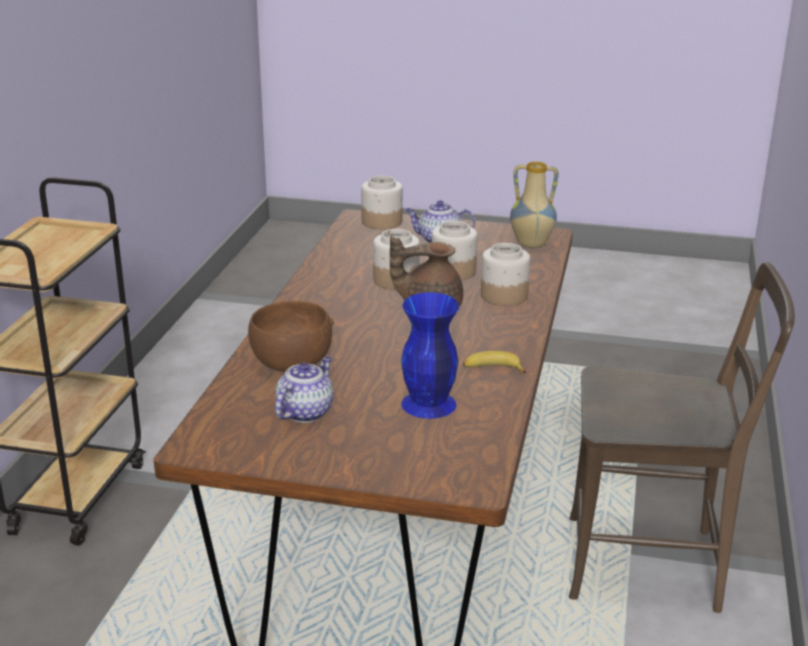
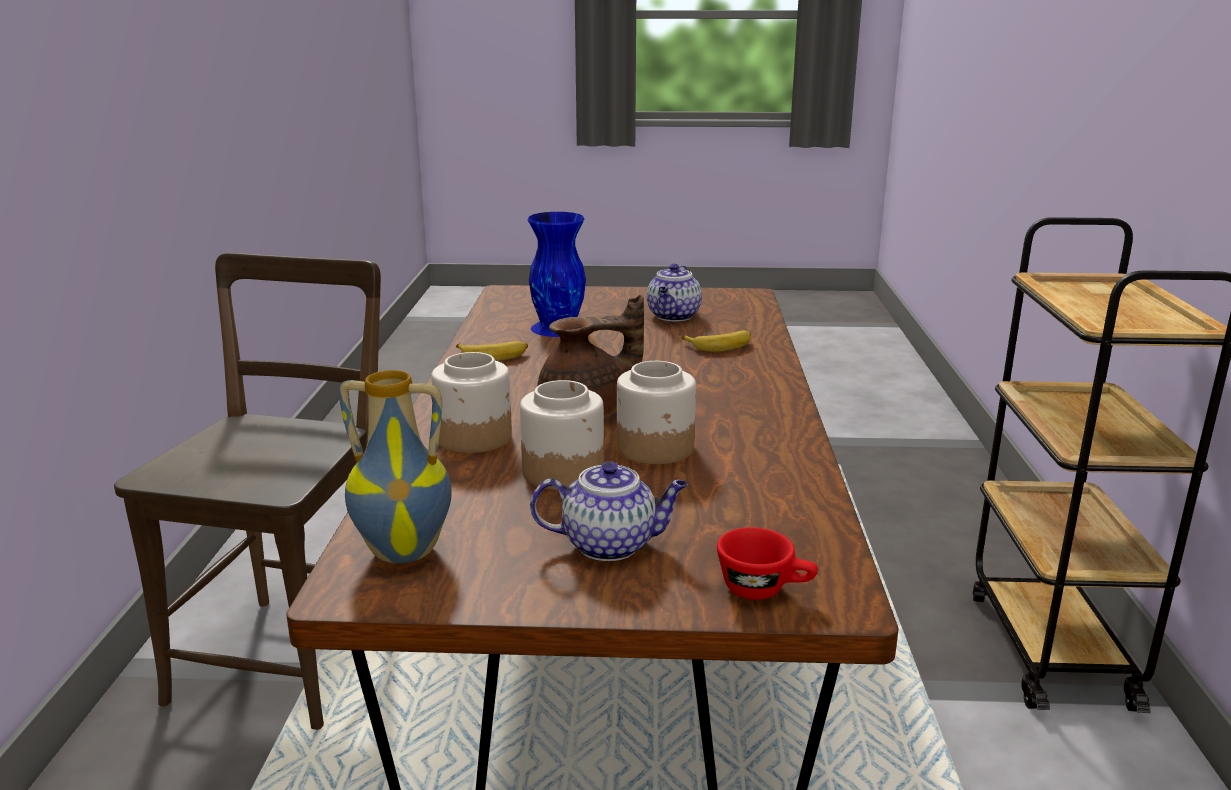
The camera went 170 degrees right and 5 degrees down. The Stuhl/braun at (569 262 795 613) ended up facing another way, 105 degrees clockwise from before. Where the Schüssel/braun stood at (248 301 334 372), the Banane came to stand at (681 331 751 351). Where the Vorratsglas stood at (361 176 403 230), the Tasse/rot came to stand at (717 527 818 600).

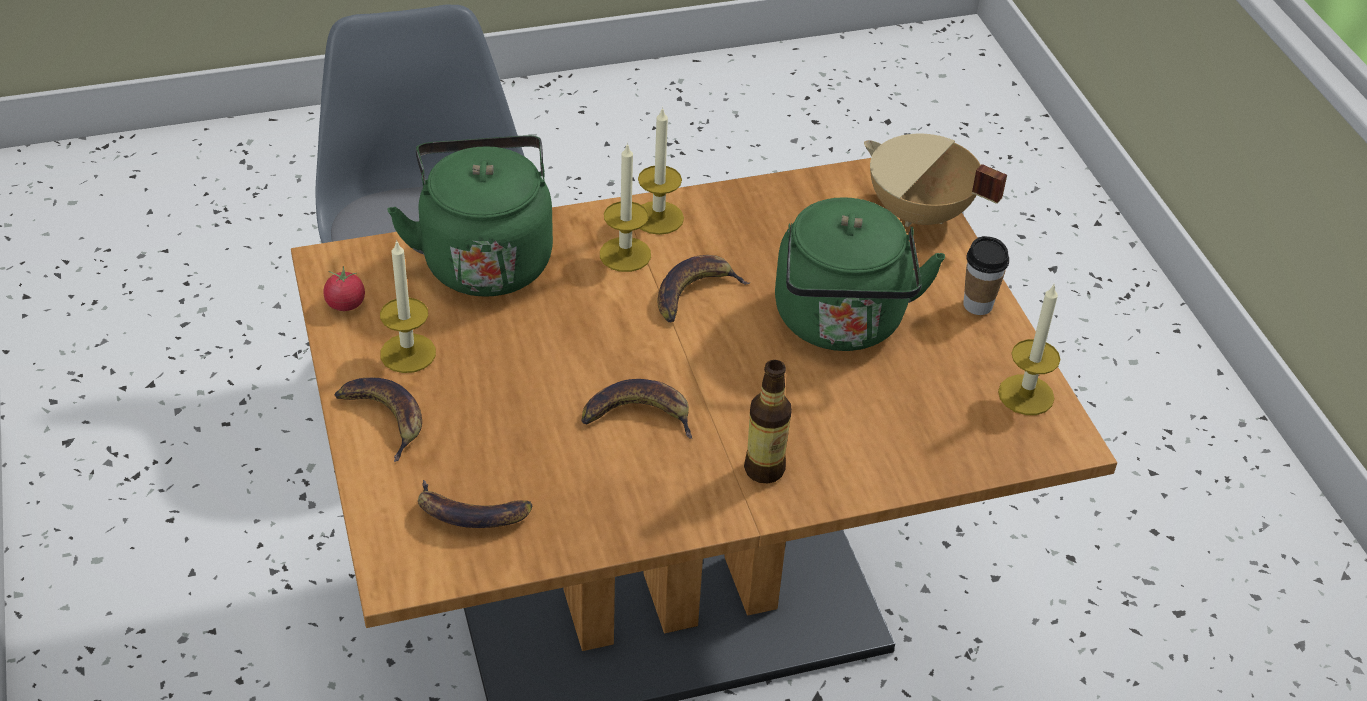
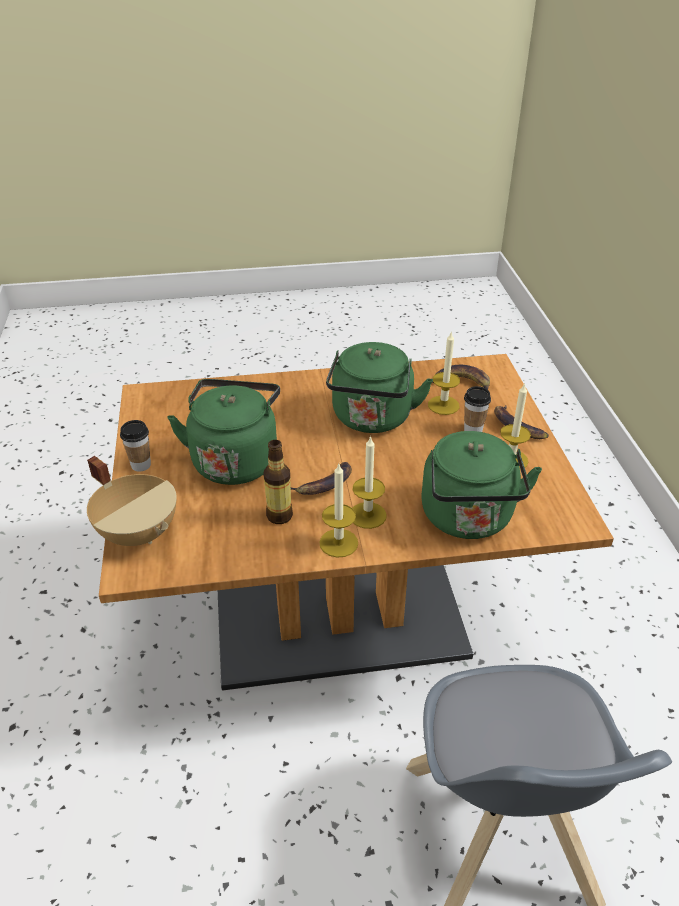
The camera went 170 degrees left and 5 degrees down. The Flasche ended up elsewhere, having gone from (744 360 792 483) to (263 440 293 524). Where the Banane stood at (581 379 692 439), the Wasserkessel/grün came to stand at (326 342 433 433). The Kerze ended up elsewhere, having gone from (998 285 1061 415) to (428 331 460 415). The second view gained the Tasse at (464 386 491 432). The second view lost the Tomate at (323 266 365 311).

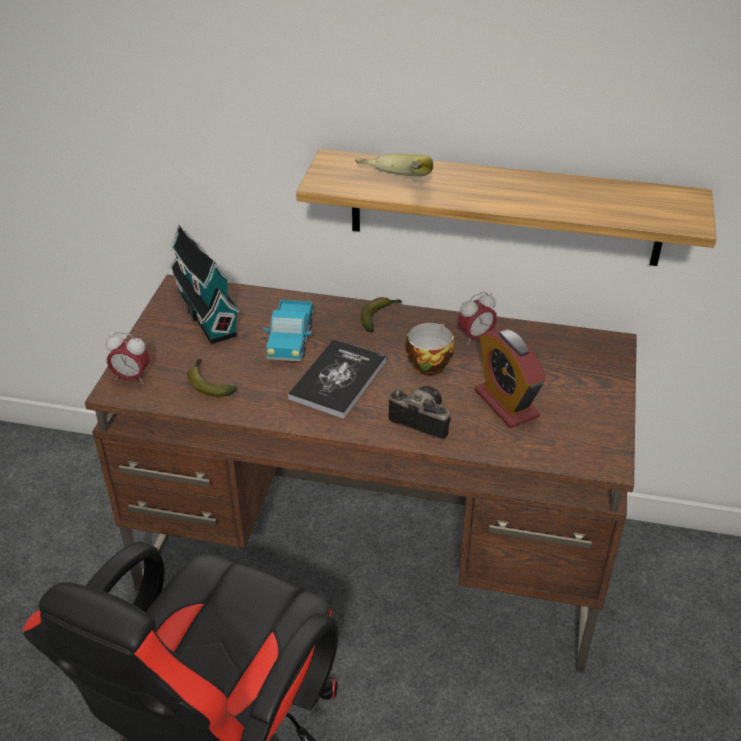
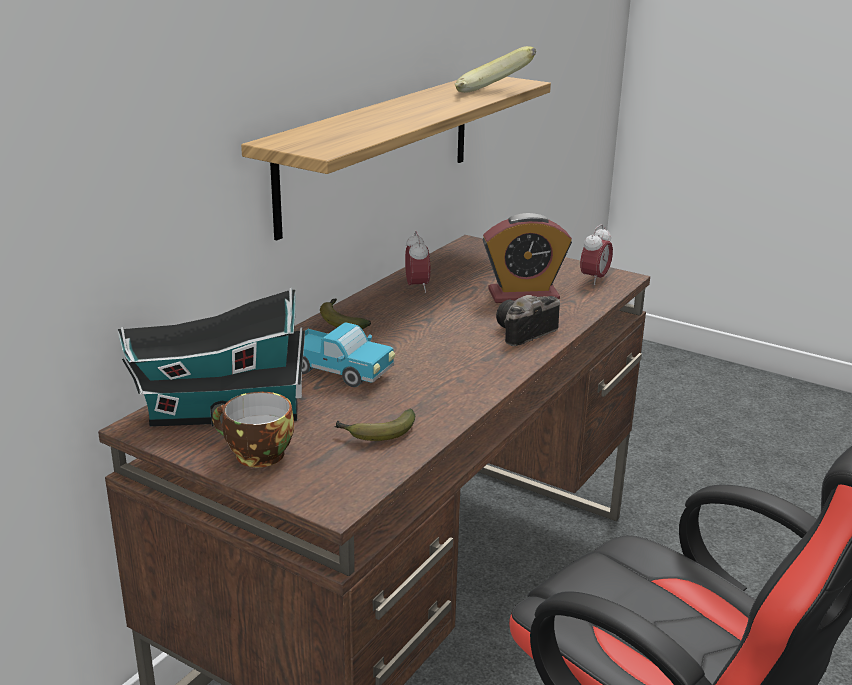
The camera went 70 degrees left and 15 degrees down. The Tasse ended up elsewhere, having gone from (405 321 454 375) to (212 392 294 467). The Banane ended up elsewhere, having gone from (355 154 433 176) to (455 46 536 93). The Wecker ended up elsewhere, having gone from (106 332 150 384) to (580 224 613 285). The second view lost the Buch at (288 339 387 419).

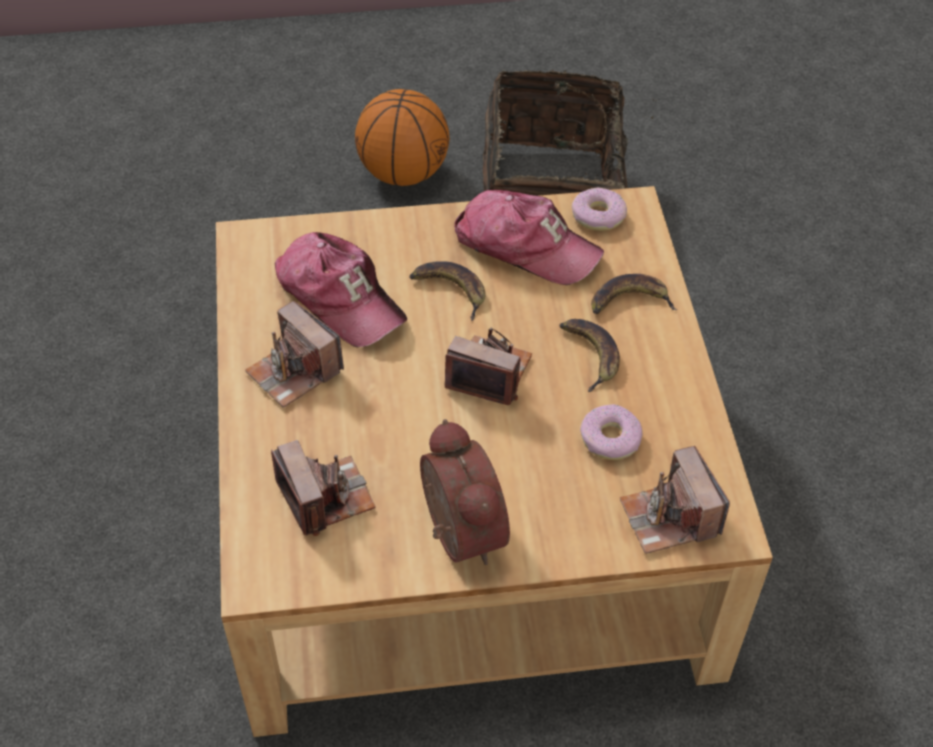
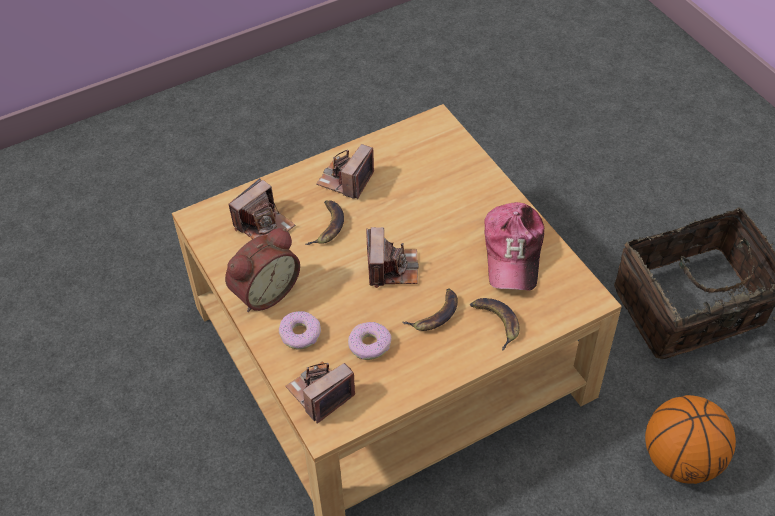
The camera went 70 degrees right and 0 degrees up. The Donut ended up elsewhere, having gone from (572 188 627 231) to (279 311 321 349). The Banane ended up elsewhere, having gone from (409 261 486 321) to (306 200 344 245). The Basketball ended up elsewhere, having gone from (355 89 450 186) to (645 395 736 484). The second view lost the Kappe at (275 232 407 347).

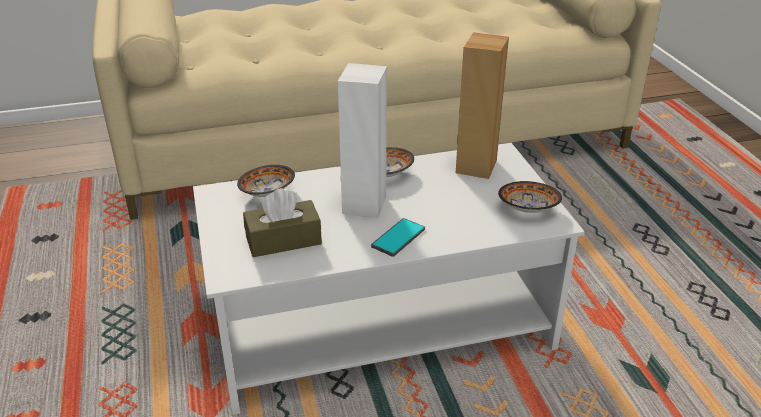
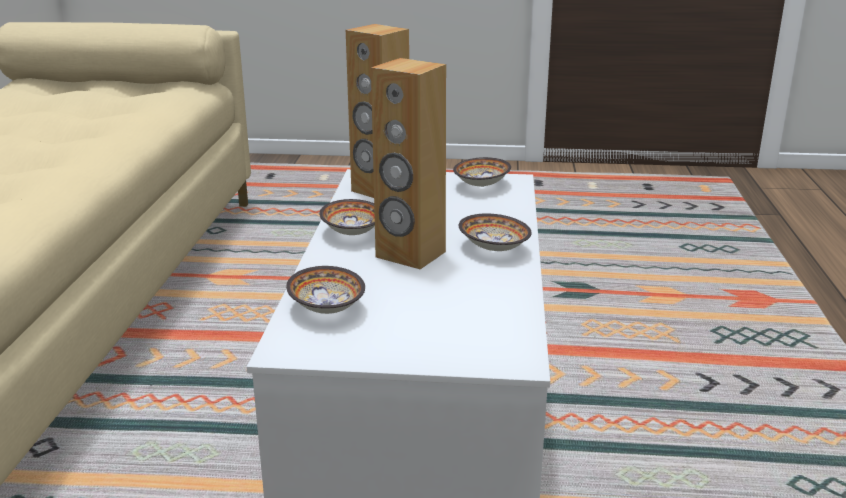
The camera went 70 degrees left and 10 degrees down. What was the Lautsprecher/weiß at (338 63 387 218) turned into the Lautsprecher/braun at (371 58 446 269). Where the Handy stood at (371 218 425 257), the Schüssel came to stand at (459 213 532 251). The second view lost the Taschentuchbox/braun at (243 188 322 257).

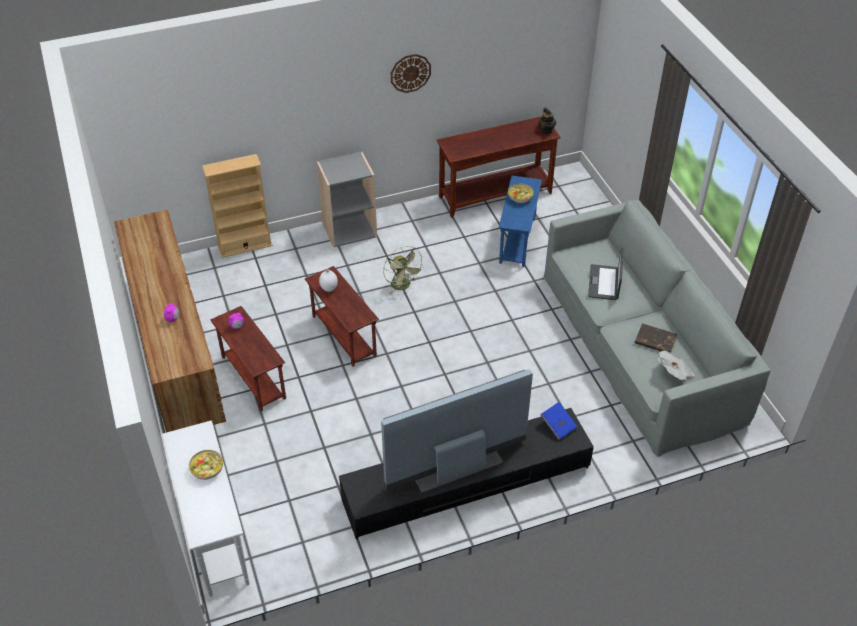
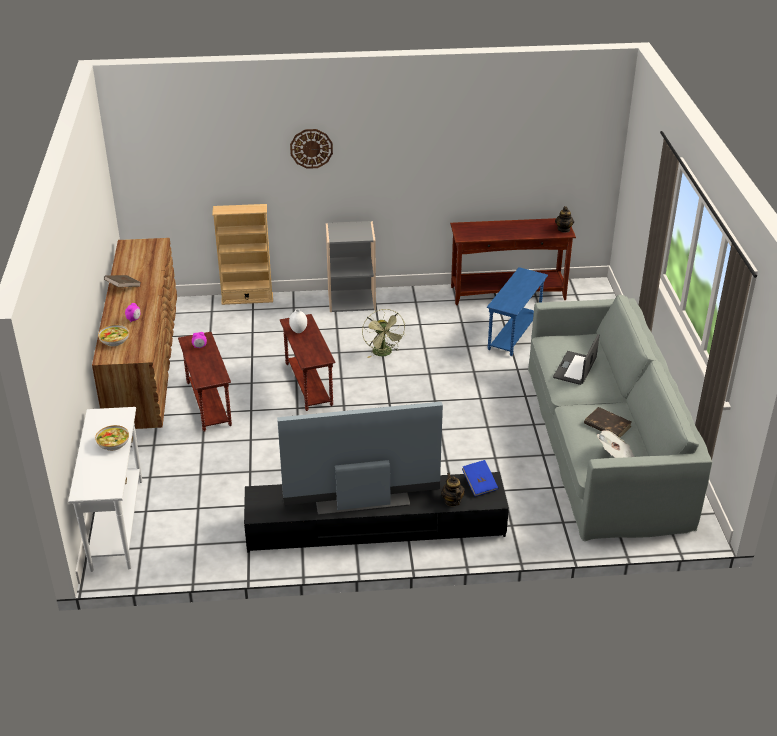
The camera went 15 degrees right and 10 degrees down. The Schüssel ended up elsewhere, having gone from (508 184 534 203) to (98 325 129 347). The second view gained the Buch/braun at (104 275 141 287). The Wanduhr ended up elsewhere, having gone from (391 54 431 93) to (290 129 333 169). The second view gained the Teekanne at (441 473 465 507).

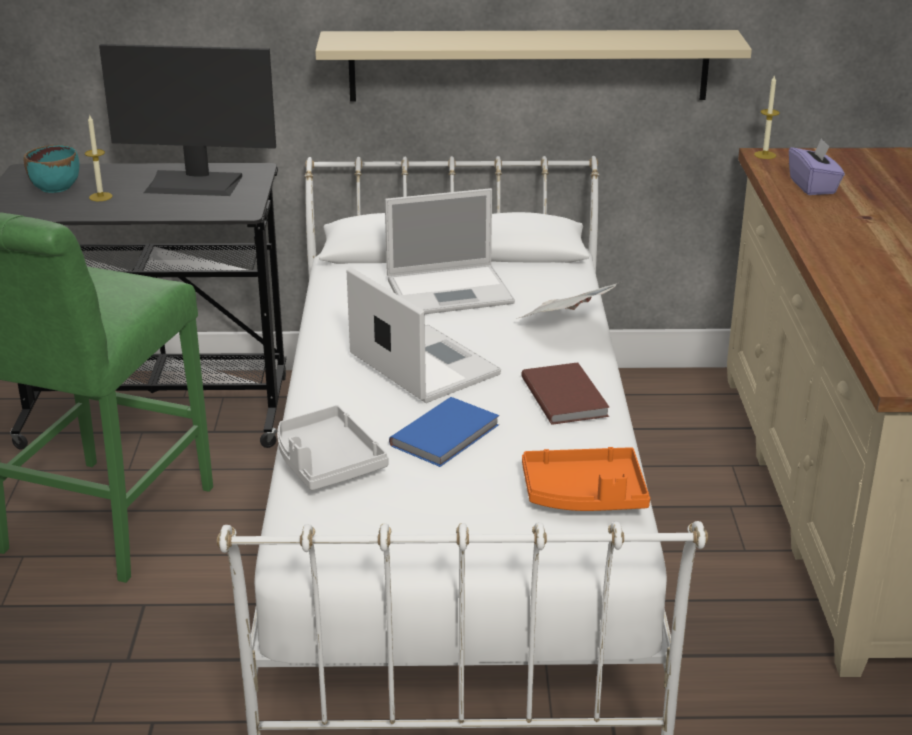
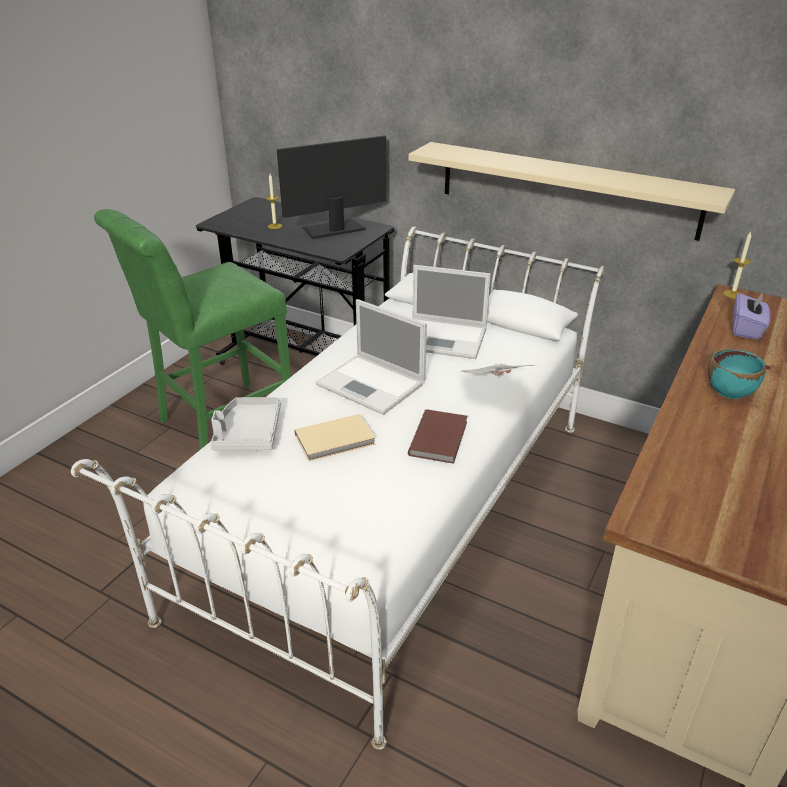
The camera went 30 degrees right and 5 degrees up. The Monitor at (99 44 276 196) ended up facing another way, 120 degrees clockwise from before. What was the Buch/blau at (389 397 499 467) turned into the Buch/beige at (295 414 375 461). The Laptop at (347 267 501 403) ended up facing another way, 135 degrees clockwise from before. The Schüssel/türkis ended up elsewhere, having gone from (23 145 80 193) to (708 348 766 399). The second view lost the Tablett/orange at (522 447 650 511).

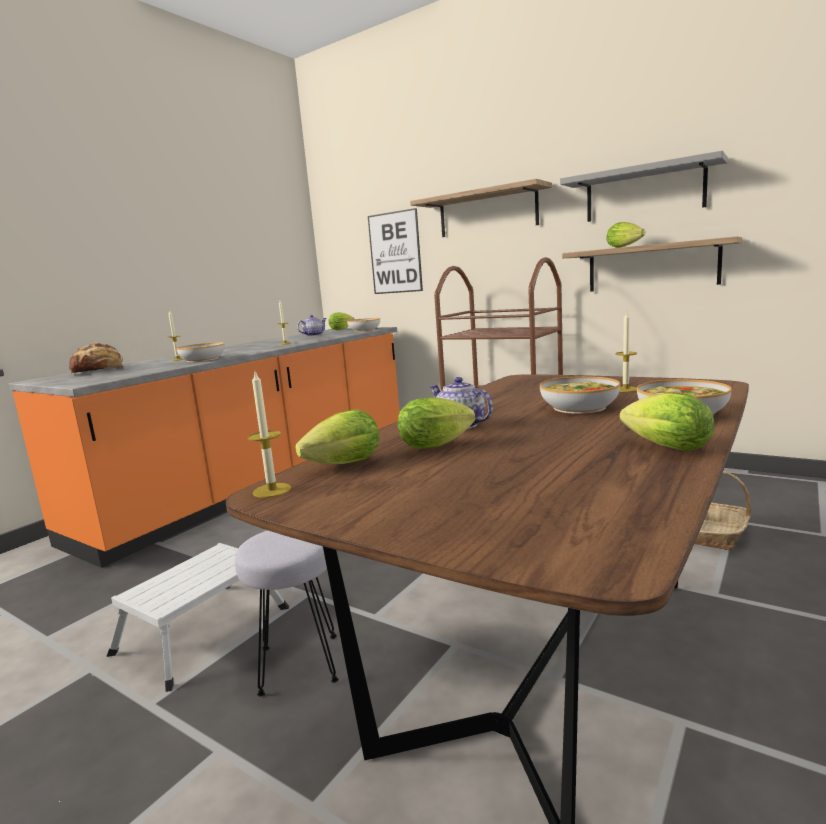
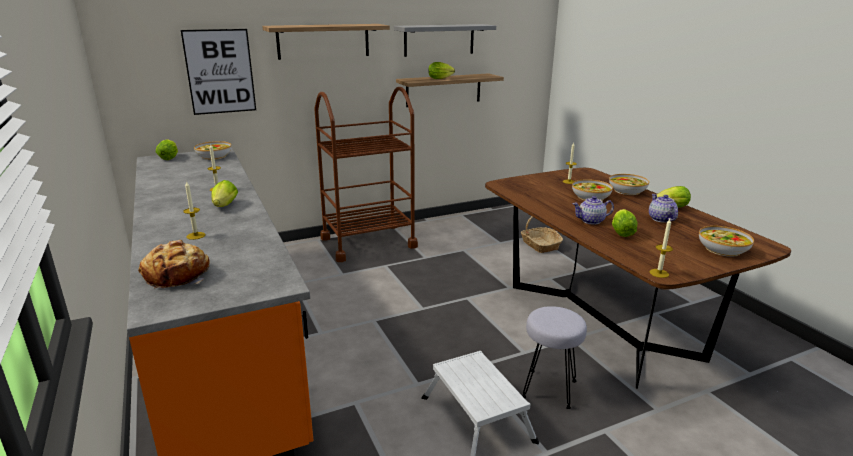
The camera went 60 degrees left and 10 degrees up. The Salatkopf ended up elsewhere, having gone from (295 409 380 464) to (211 180 238 207). The Teekanne ended up elsewhere, having gone from (297 315 327 336) to (649 194 678 223). The Schüssel ended up elsewhere, having gone from (176 342 225 362) to (699 226 754 257).

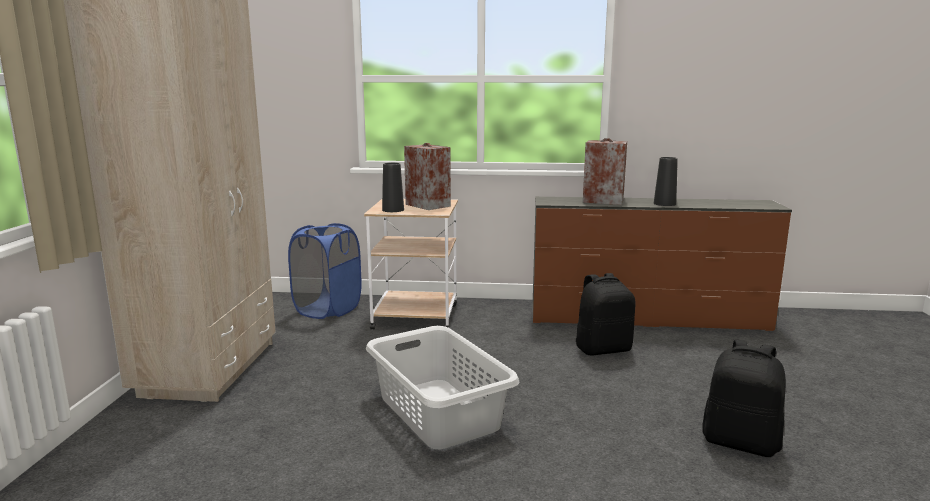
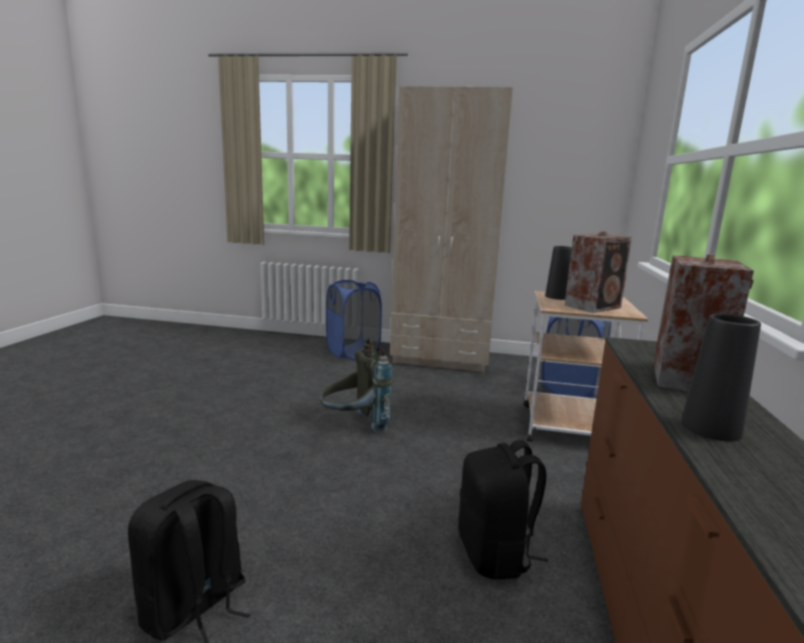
The camera went 95 degrees right and 0 degrees up. Where the Wäschekorb/grau stood at (366 326 519 449), the Rucksack/grau came to stand at (320 338 392 434). The second view gained the Wäschekorb/blau at (326 280 382 360).

